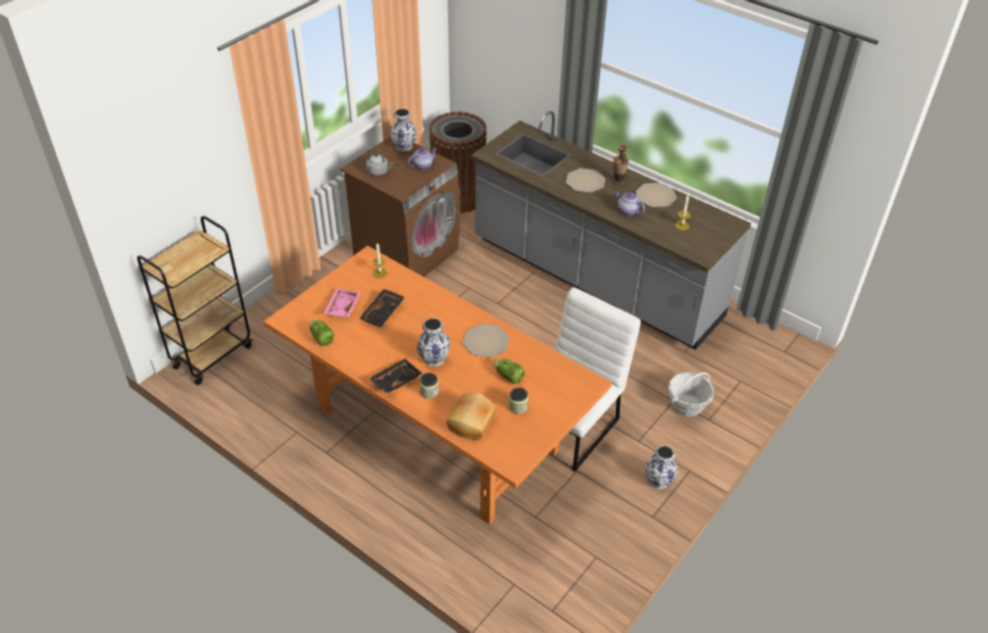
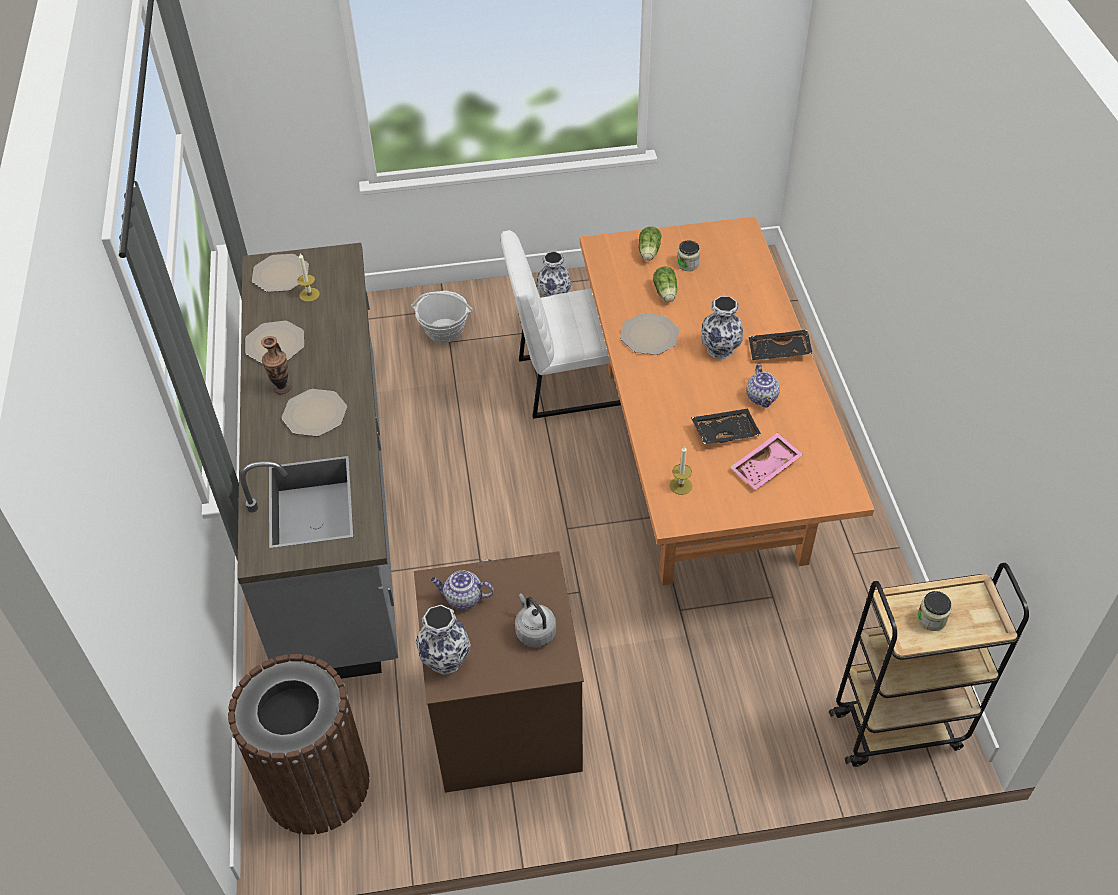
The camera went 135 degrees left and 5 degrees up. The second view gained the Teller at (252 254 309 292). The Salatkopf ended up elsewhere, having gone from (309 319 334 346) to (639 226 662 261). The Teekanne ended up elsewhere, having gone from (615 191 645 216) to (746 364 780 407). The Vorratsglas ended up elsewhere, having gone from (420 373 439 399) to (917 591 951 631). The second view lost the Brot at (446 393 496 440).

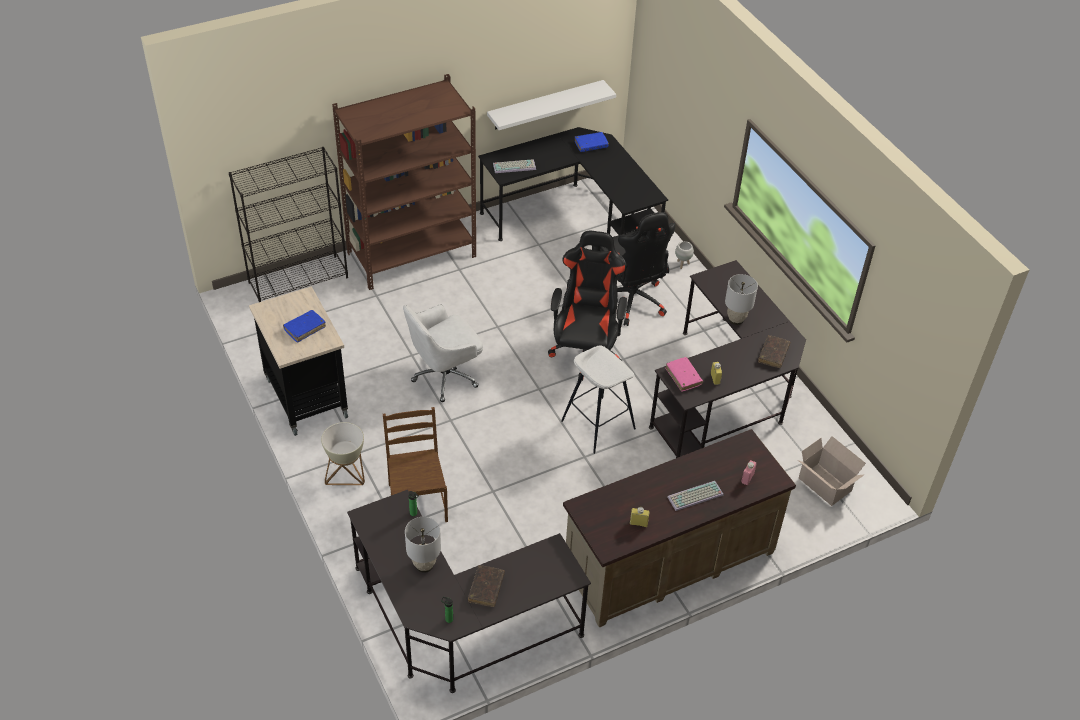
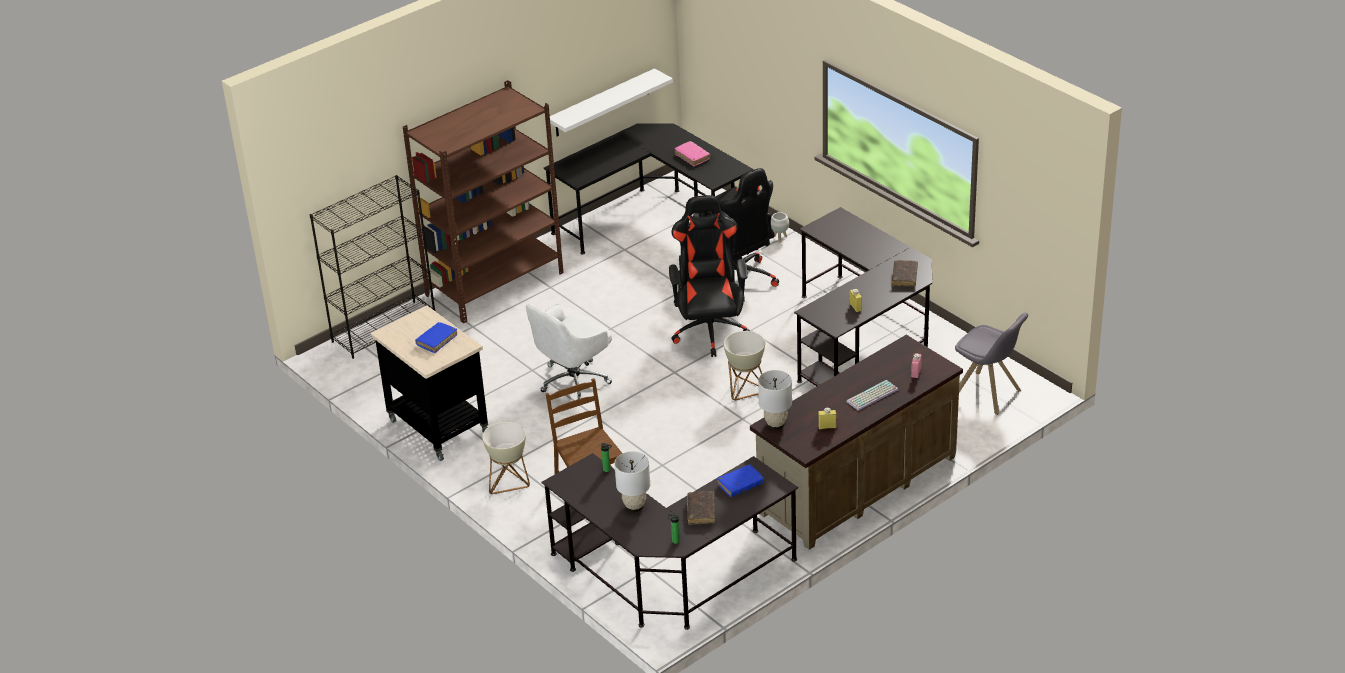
The camera went 10 degrees left and 10 degrees down. The Buch/rosa ended up elsewhere, having gone from (666 357 703 392) to (675 141 711 166). The Buch/blau ended up elsewhere, having gone from (575 132 609 152) to (717 464 764 497). Where the Hocker/weiß stood at (561 346 636 454), the Pflanzkübel came to stand at (724 331 765 400). The Tischlampe/weiß ended up elsewhere, having gone from (725 274 758 325) to (758 370 792 430). Where the Karton stood at (798 436 866 506), the Stuhl/grau came to stand at (955 313 1028 415). The second view lost the Tastatur at (493 159 536 173).

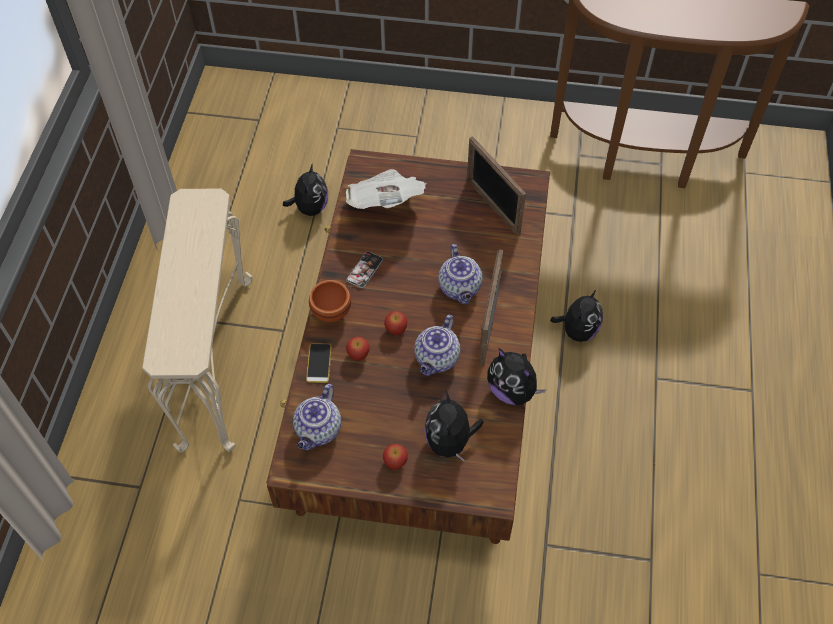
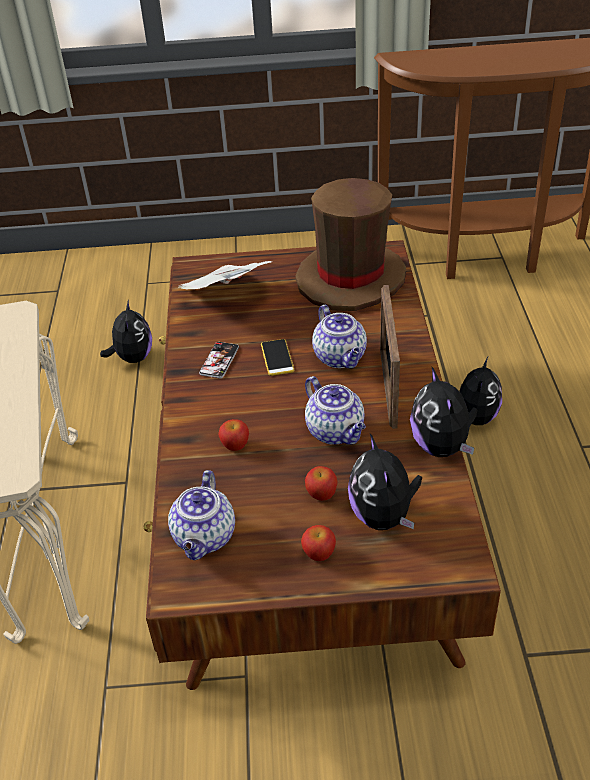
The camera went 10 degrees left and 15 degrees down. The Handy ended up elsewhere, having gone from (306 343 332 383) to (261 339 294 376). Where the Bilderrahmen stood at (467 136 526 236), the Hut/braun came to stand at (295 178 406 311). The Teekanne at (414 315 460 376) ended up facing another way, 45 degrees counterclockwise from before. The Apfel ended up elsewhere, having gone from (384 311 407 335) to (305 466 337 501). The Plüschtier at (487 348 546 405) ended up facing another way, 45 degrees clockwise from before. The second view lost the Schüssel/braun at (309 280 351 322).

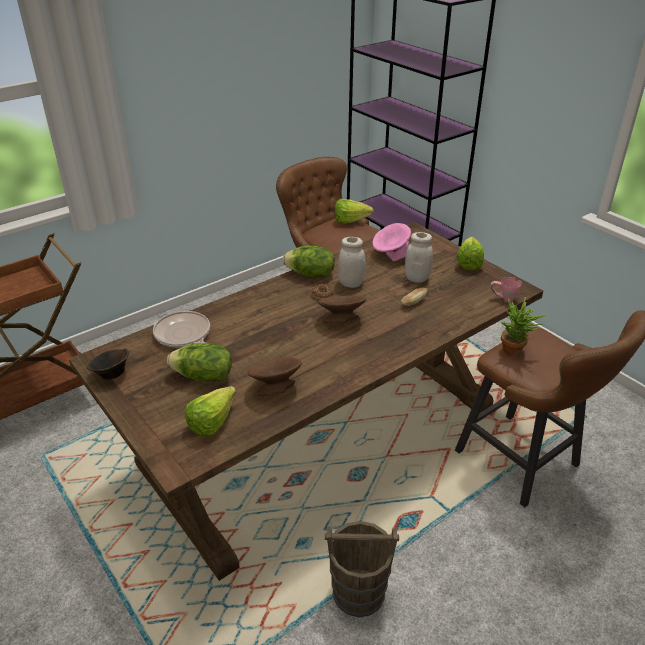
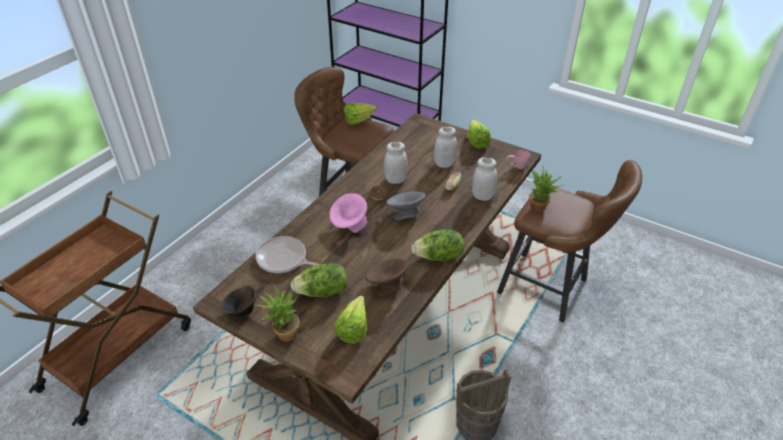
The camera went 20 degrees left and 5 degrees up. The second view gained the Topfpflanze at (254 284 300 342). The Schüssel/rosa ended up elsewhere, having gone from (373 223 411 261) to (330 193 367 233). What was the Schüssel/braun at (318 295 366 323) turned into the Schüssel/grau at (386 191 426 220). The Salatkopf ended up elsewhere, having gone from (283 246 335 277) to (411 229 464 261). The second view gained the Vorratsglas/weiß at (472 157 497 201).

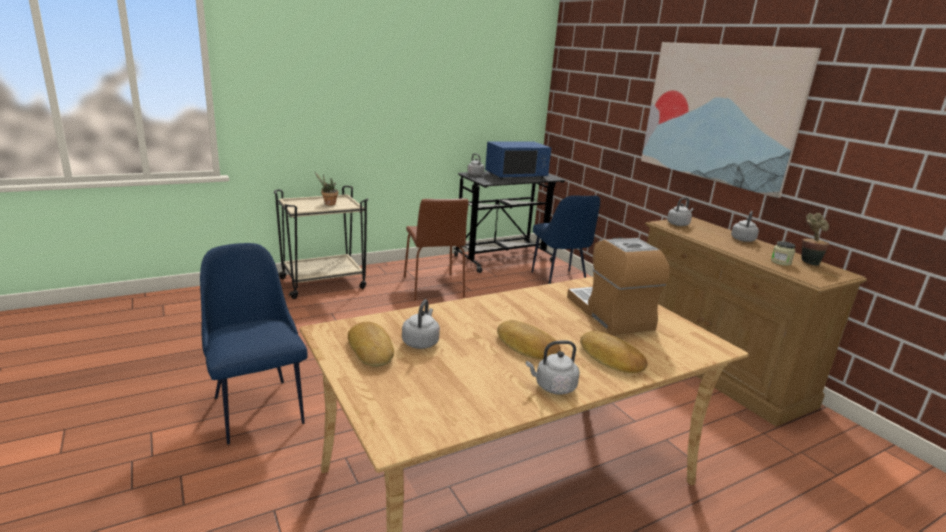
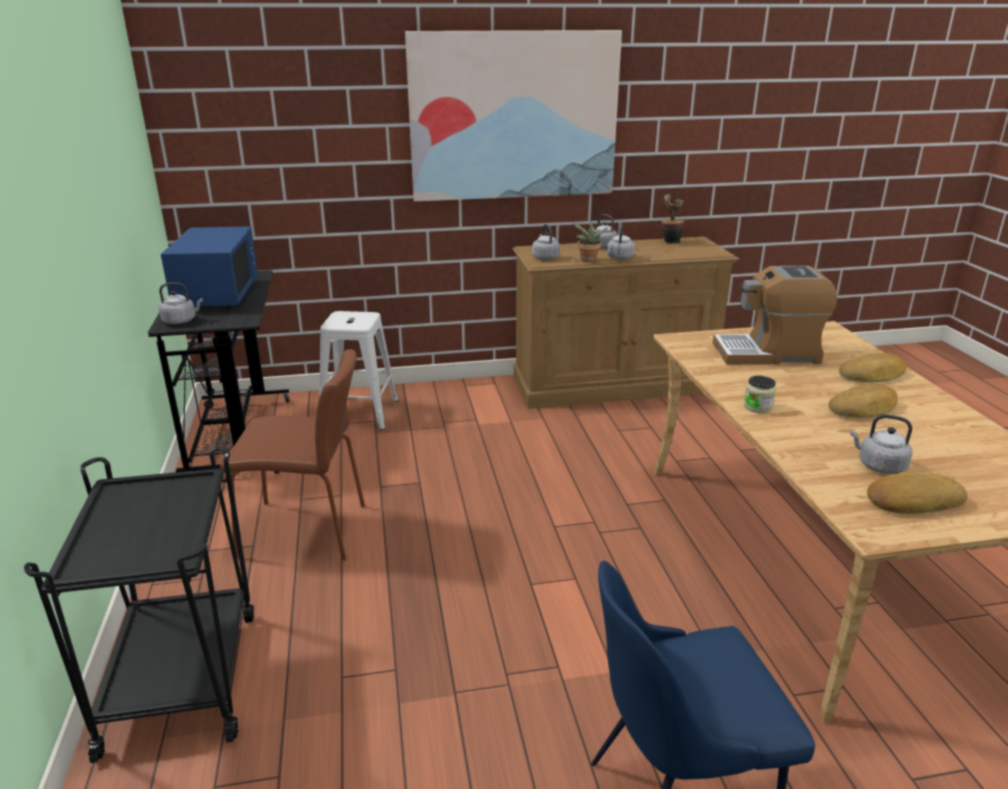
The camera went 70 degrees left and 5 degrees up. What was the Rollwagen/beige at (274 186 368 299) turned into the Rollwagen/schwarz at (24 447 254 763). Where the Stuhl/blau stood at (532 195 600 284), the Hocker/weiß came to stand at (319 311 398 430). The Topfpflanze ended up elsewhere, having gone from (314 171 338 205) to (573 221 607 263). The Wasserkessel/grau ended up elsewhere, having gone from (526 340 580 395) to (607 224 635 260). The Vorratsglas ended up elsewhere, having gone from (771 241 795 266) to (744 376 776 413).

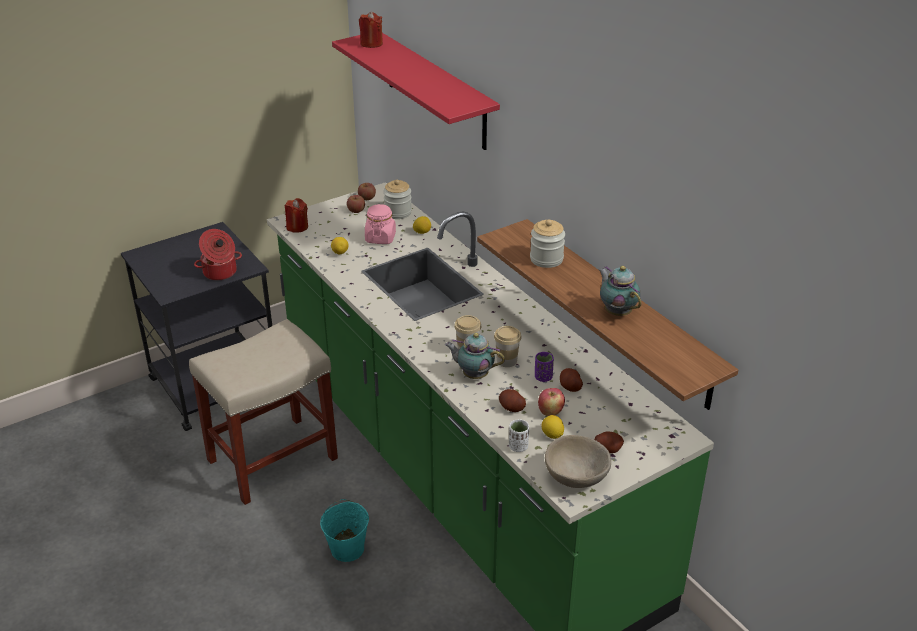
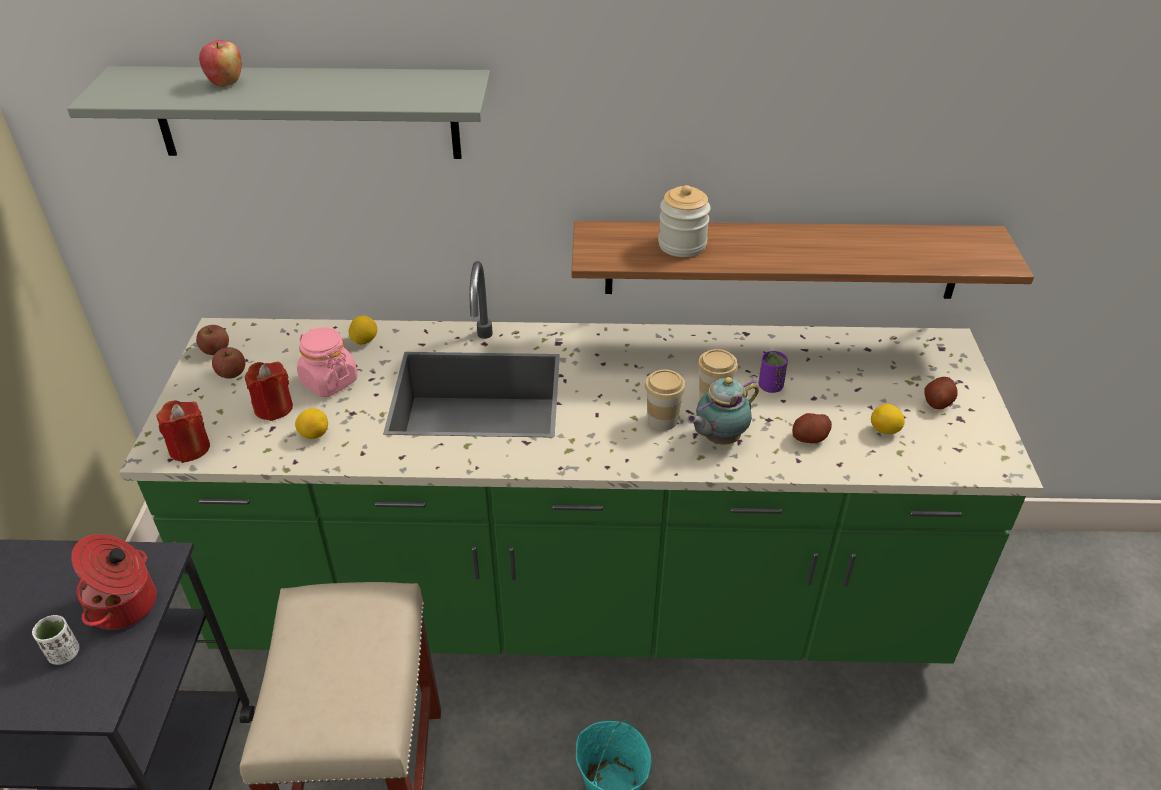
The camera went 55 degrees left and 5 degrees up. The Tasse/weiß ended up elsewhere, having gone from (509 419 529 452) to (32 615 80 665). What was the Wandregal/rot at (332 33 500 150) turned into the Wandregal/grau at (67 66 491 159). The Apfel ended up elsewhere, having gone from (538 388 565 416) to (199 40 242 87). The Kerze/rot ended up elsewhere, having gone from (359 12 383 48) to (245 362 293 421). The second view lost the Vorratsglas at (383 180 412 219). The second view lost the Schüssel/beige at (545 435 611 488). The second view lost the Kartoffel at (560 368 583 392). The second view lost the Teekanne at (599 266 641 316).

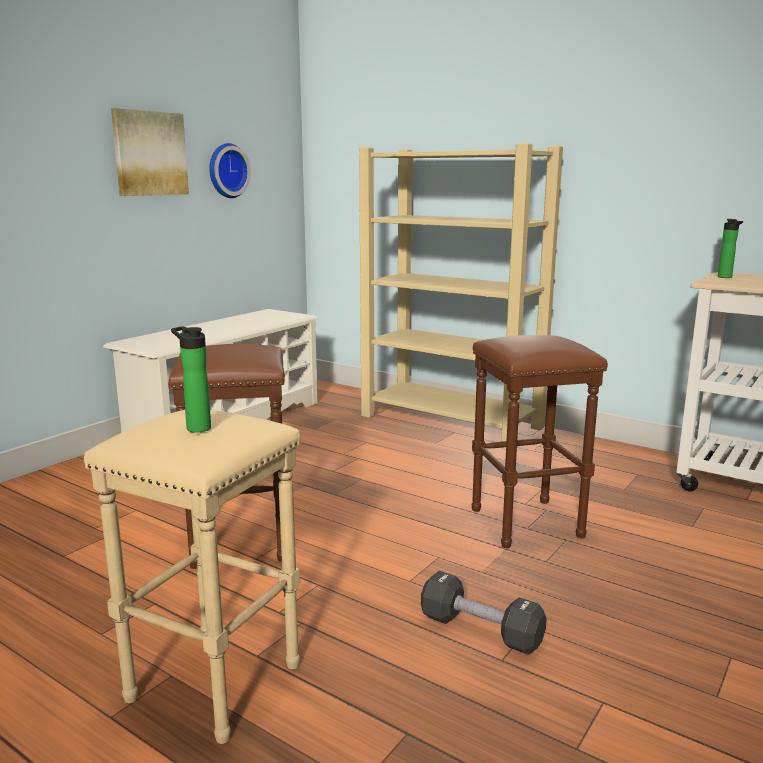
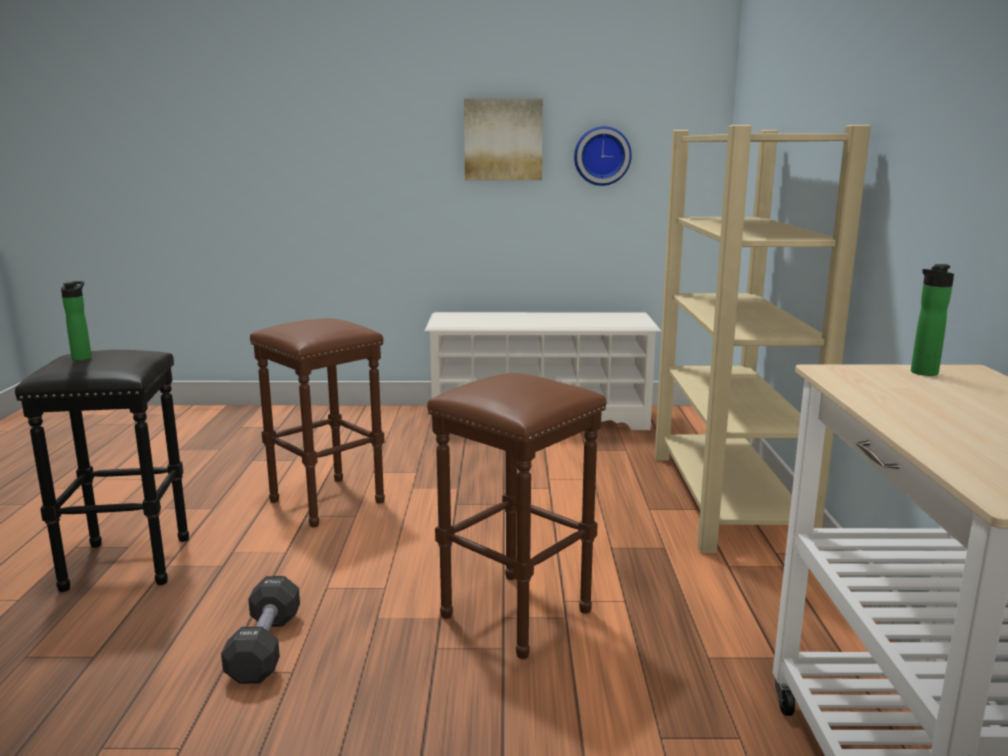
The camera went 55 degrees right and 0 degrees up. What was the Hocker/beige at (84 410 300 744) turned into the Hocker/schwarz at (15 350 189 592).

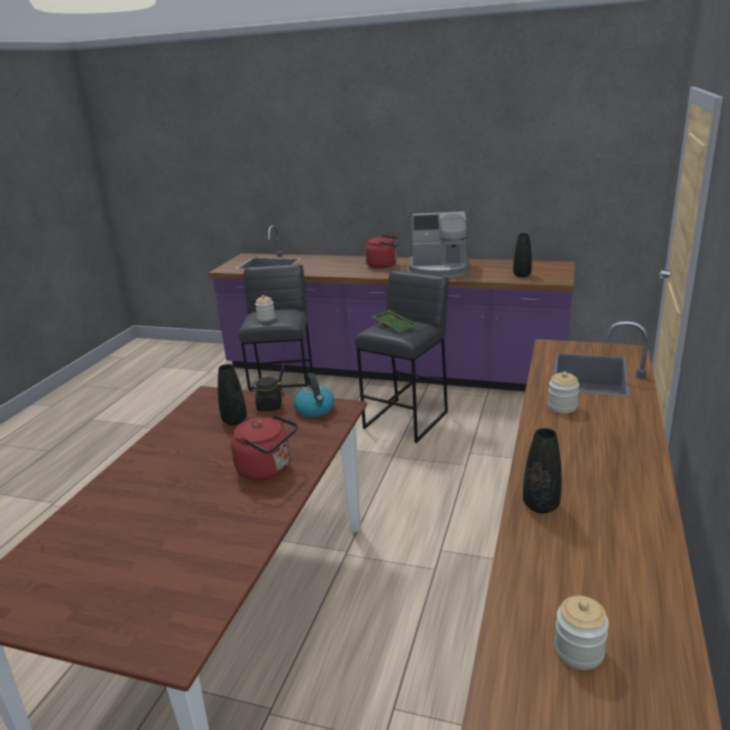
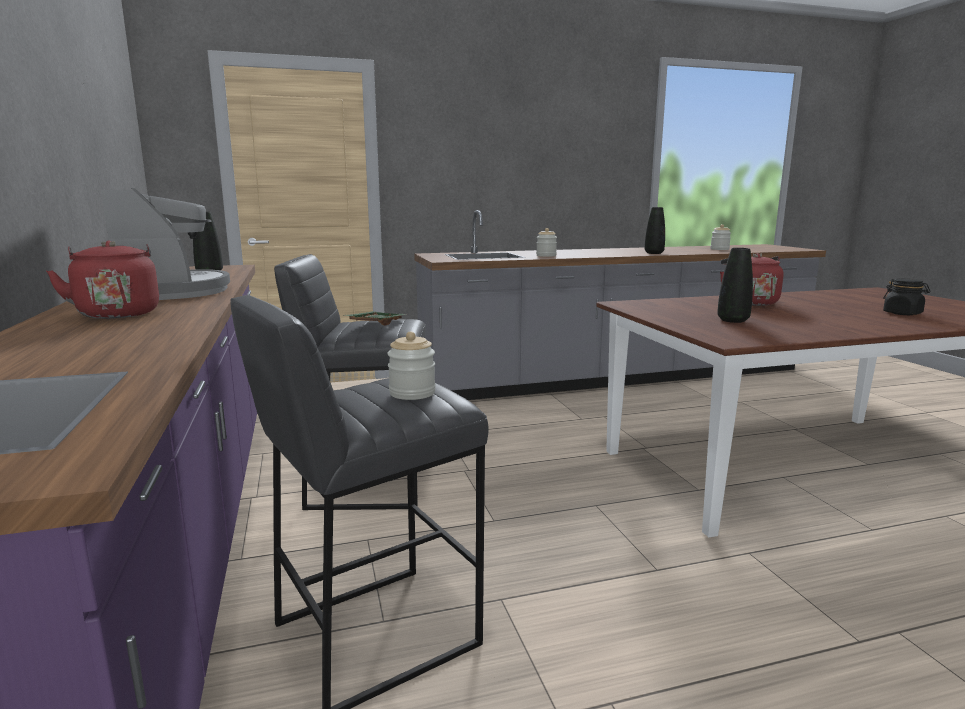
The camera went 125 degrees left and 10 degrees down. The Vorratsglas/schwarz ended up elsewhere, having gone from (251 377 284 411) to (883 279 931 315). The second view lost the Wasserkessel at (294 373 335 417).

